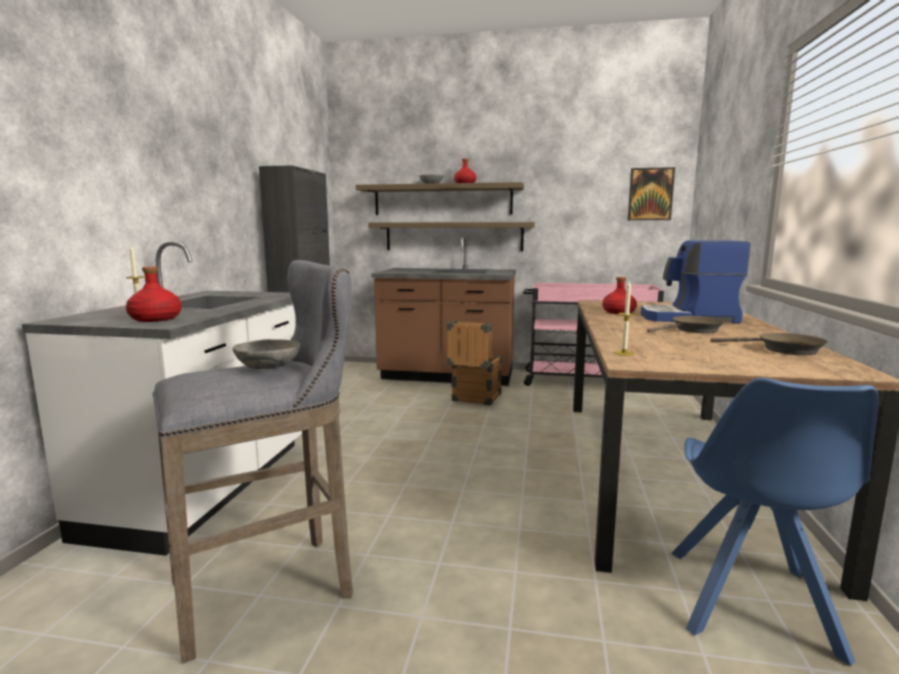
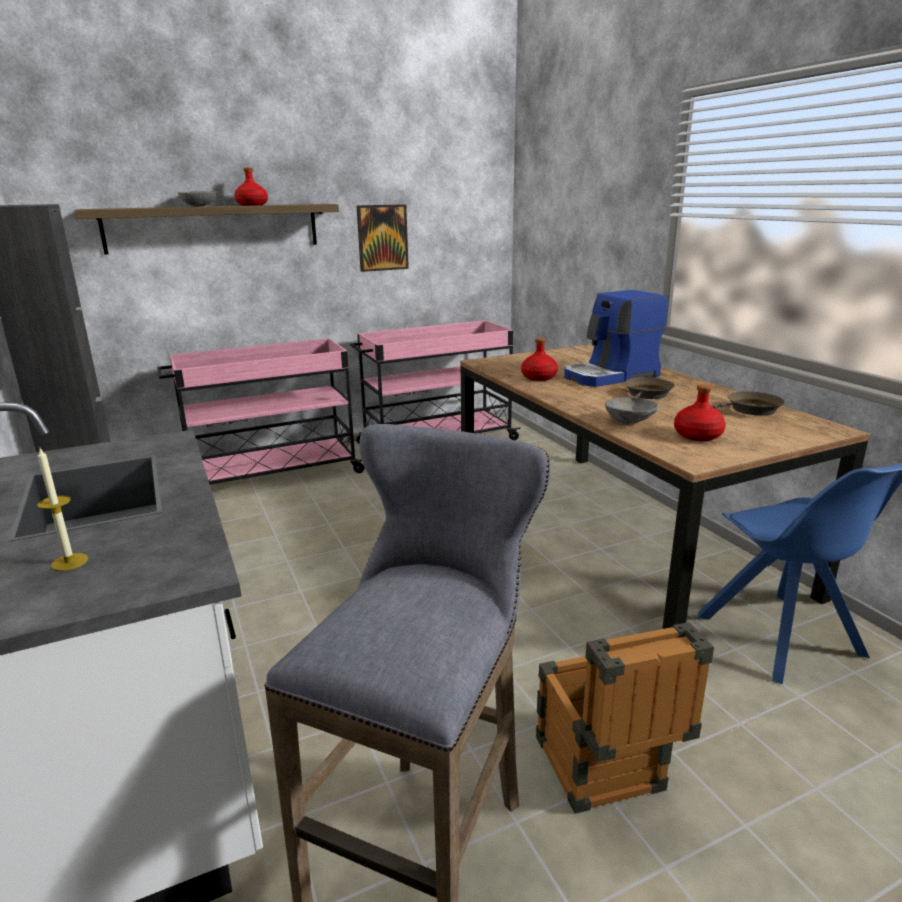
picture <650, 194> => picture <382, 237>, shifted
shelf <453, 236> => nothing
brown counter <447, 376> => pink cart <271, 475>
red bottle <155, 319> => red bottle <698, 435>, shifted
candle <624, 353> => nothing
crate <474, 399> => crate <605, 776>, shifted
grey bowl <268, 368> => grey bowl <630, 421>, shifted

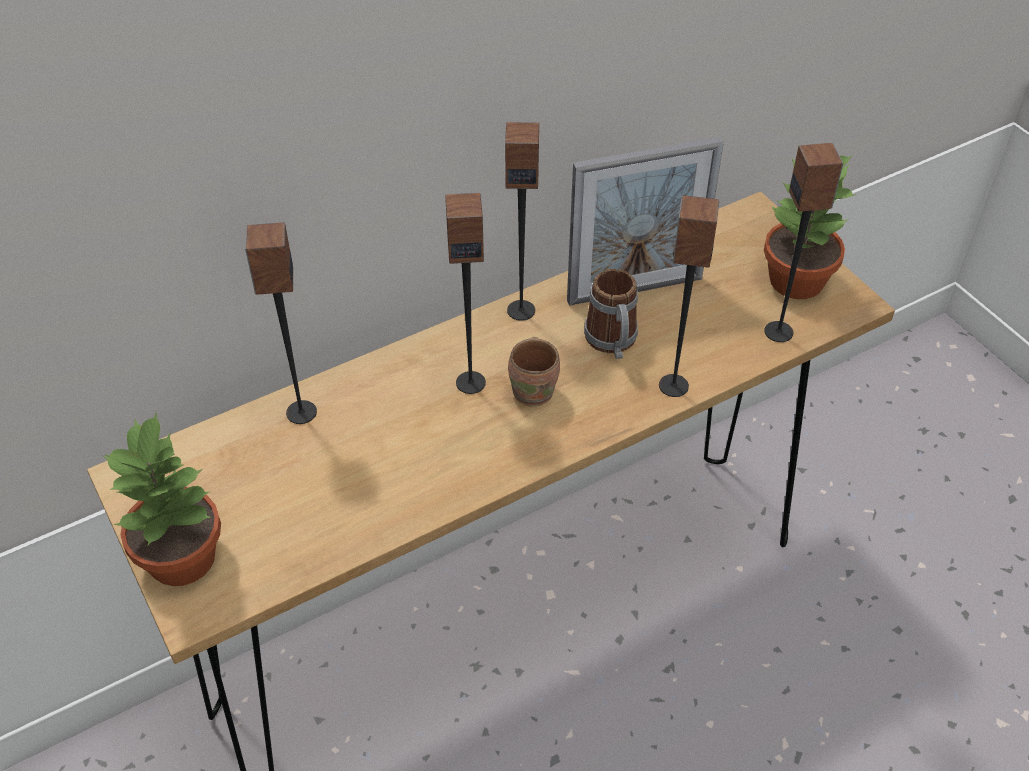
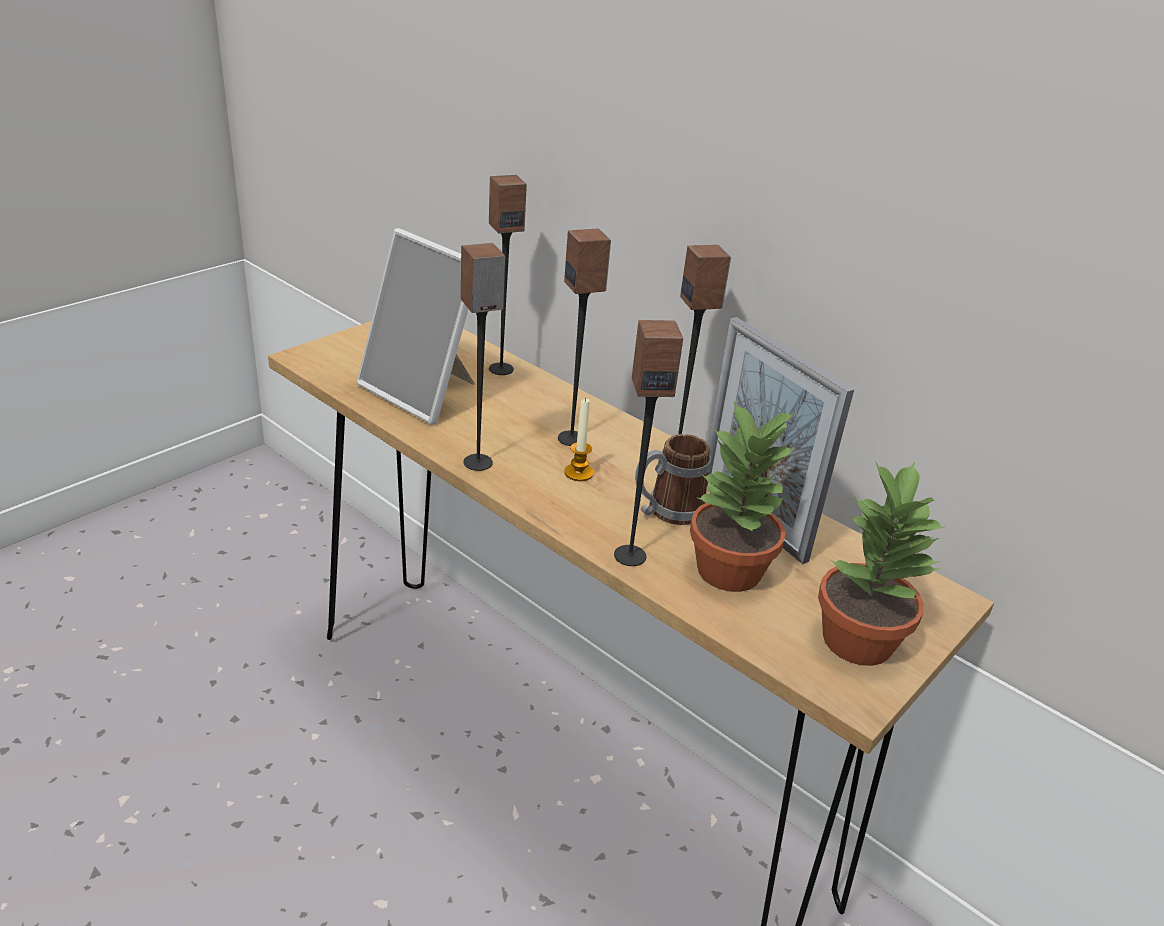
speaker <779, 332> => speaker <478, 463>, shifted
brown mug <535, 391> => candle <578, 473>
potted plant <184, 558> => potted plant <730, 572>, shifted
nothing => picture frame <423, 392>

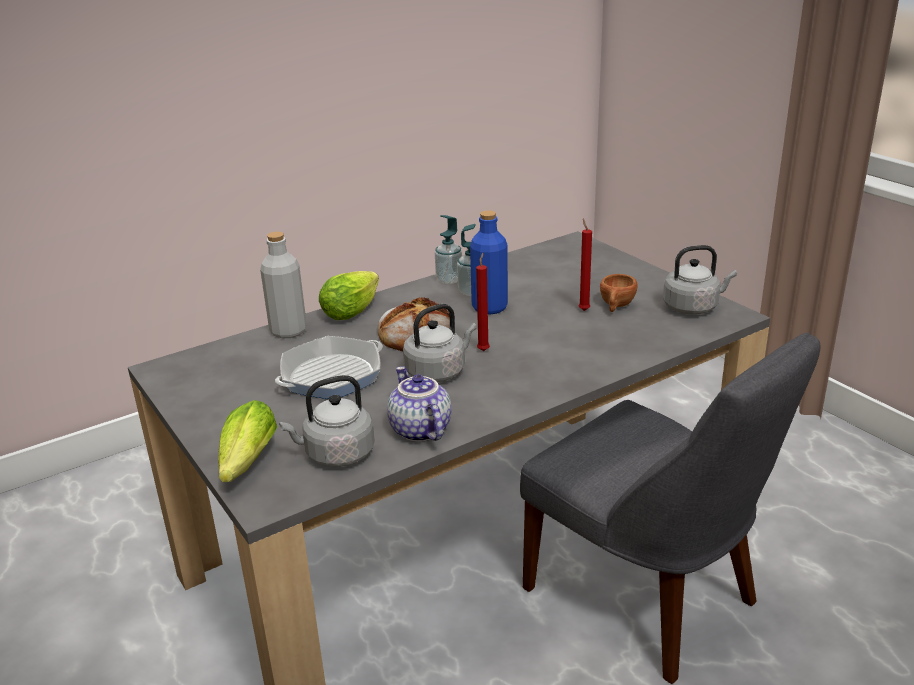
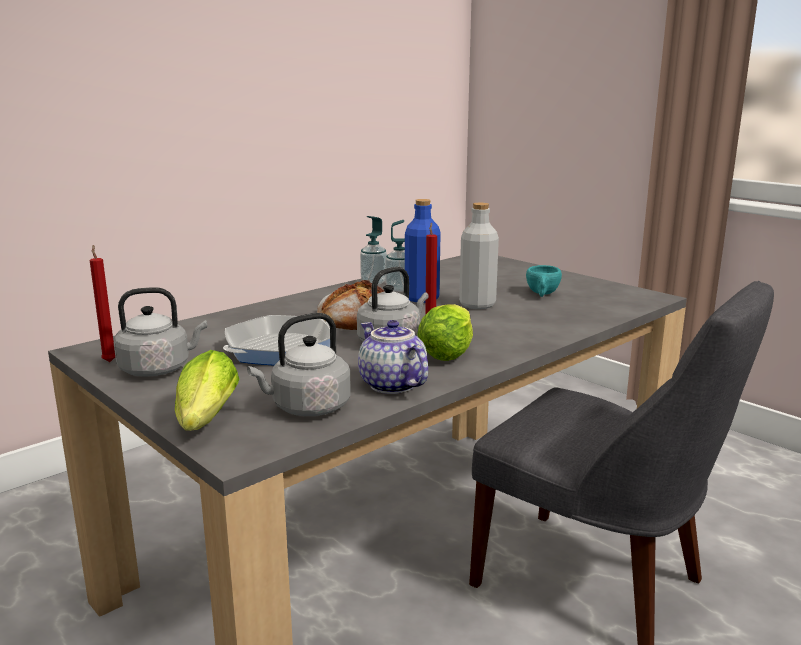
red candle <583, 309> => red candle <109, 361>, shifted
grey bottle <288, 331> => grey bottle <477, 304>, shifted
grey kettle <693, 307> => grey kettle <159, 369>, shifted
lettuce <354, 309> => lettuce <450, 350>, shifted
brown cup <616, 306> => turquoise cup <542, 294>

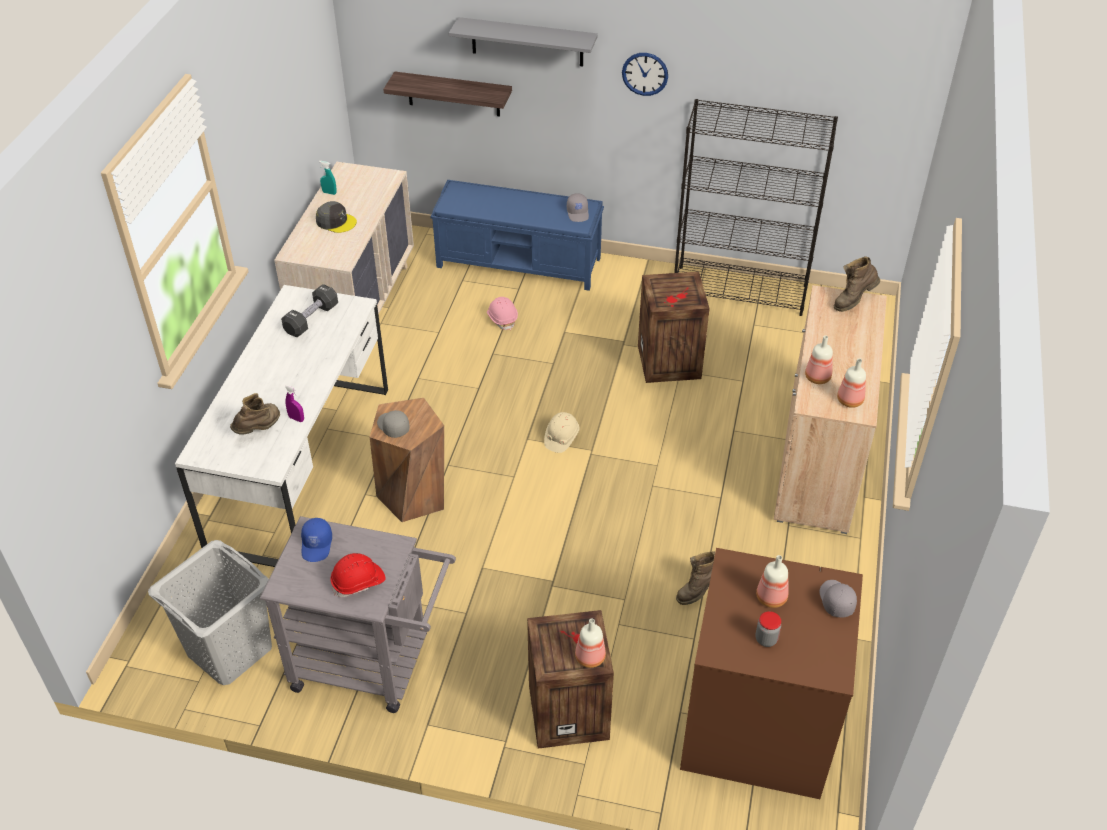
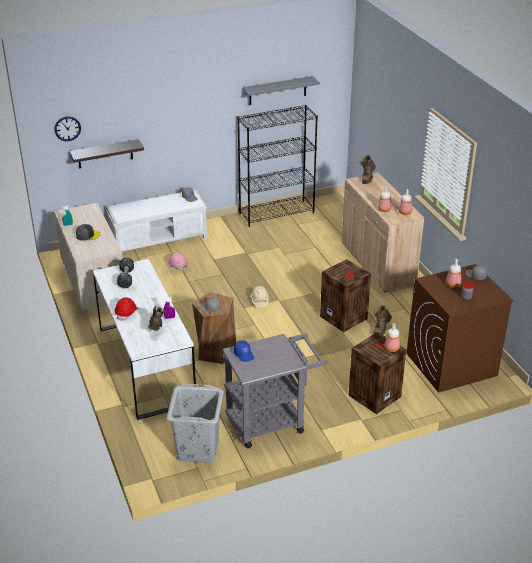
grey shelf <527, 42> => grey shelf <277, 90>, shifted
wall clock <645, 74> => wall clock <67, 128>, shifted
blue bench <520, 263> => white bench <159, 240>
crate <670, 362> => crate <344, 317>, shifted
red hard hat <358, 582> => red hard hat <127, 313>, shifted

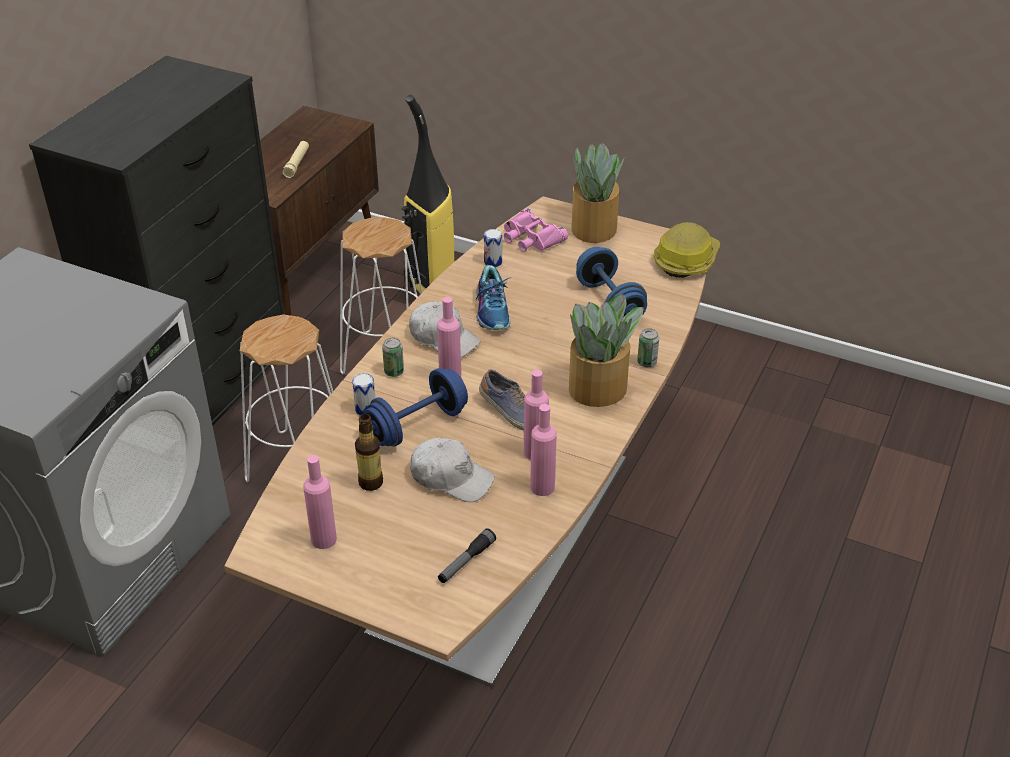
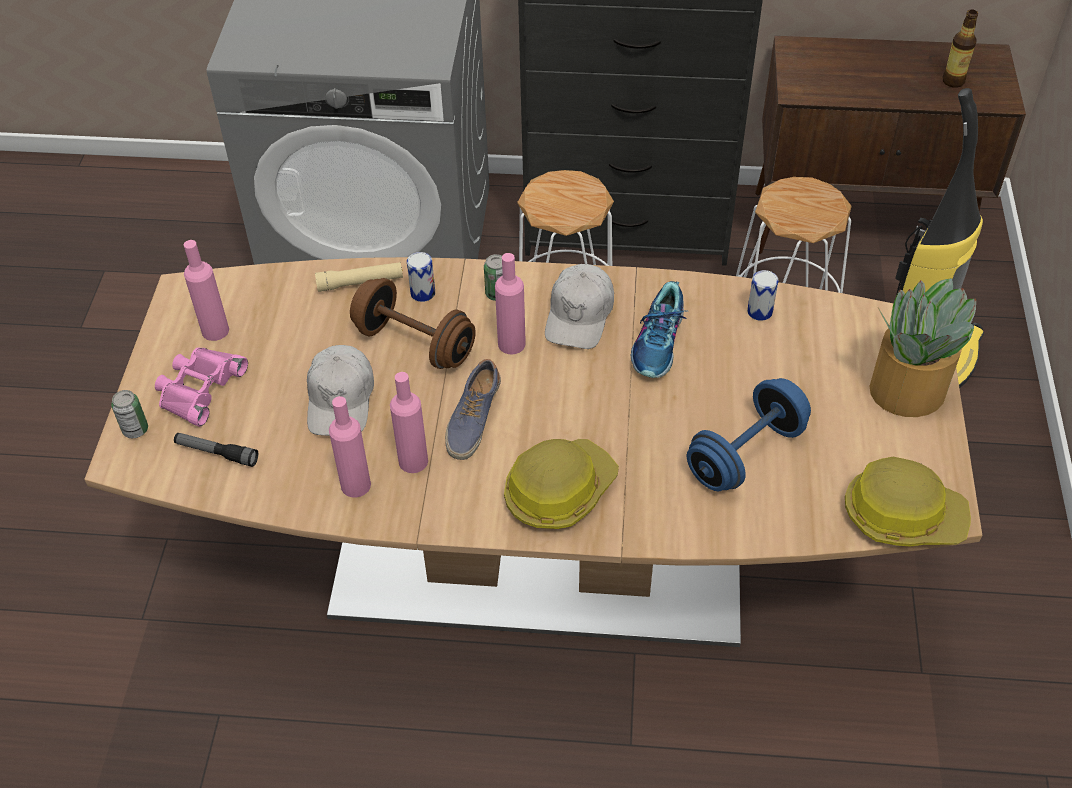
beige flashlight <297, 164> => beige flashlight <360, 282>, shifted
pink binoculars <531, 238> => pink binoculars <198, 388>, shifted
shoe <493, 310> => shoe <659, 343>, 45 degrees counterclockwise
potted plant <599, 389> => hard hat <558, 491>
can <646, 362> => can <135, 430>, shifted
blue dumbbell <417, 425> => brown dumbbell <414, 343>
bottle <371, 482> => bottle <953, 81>, shifted

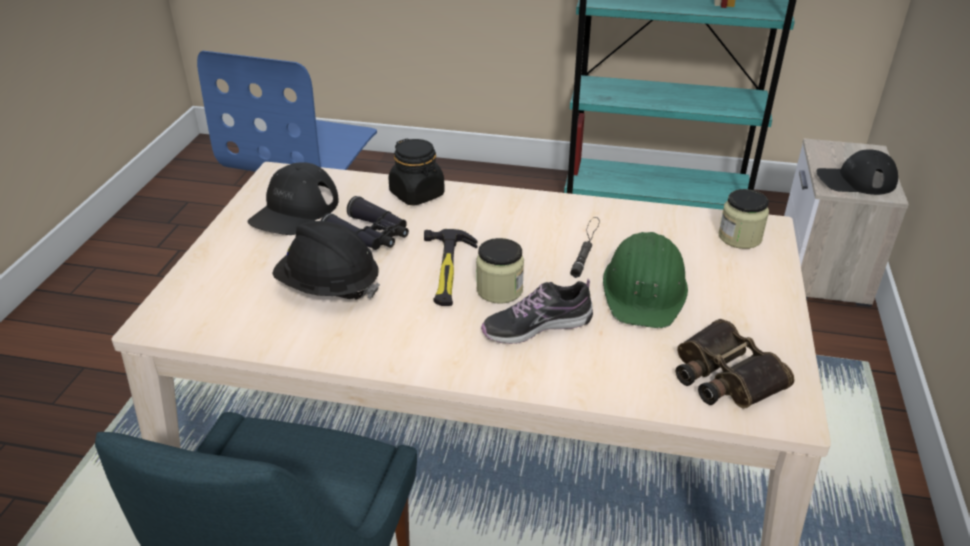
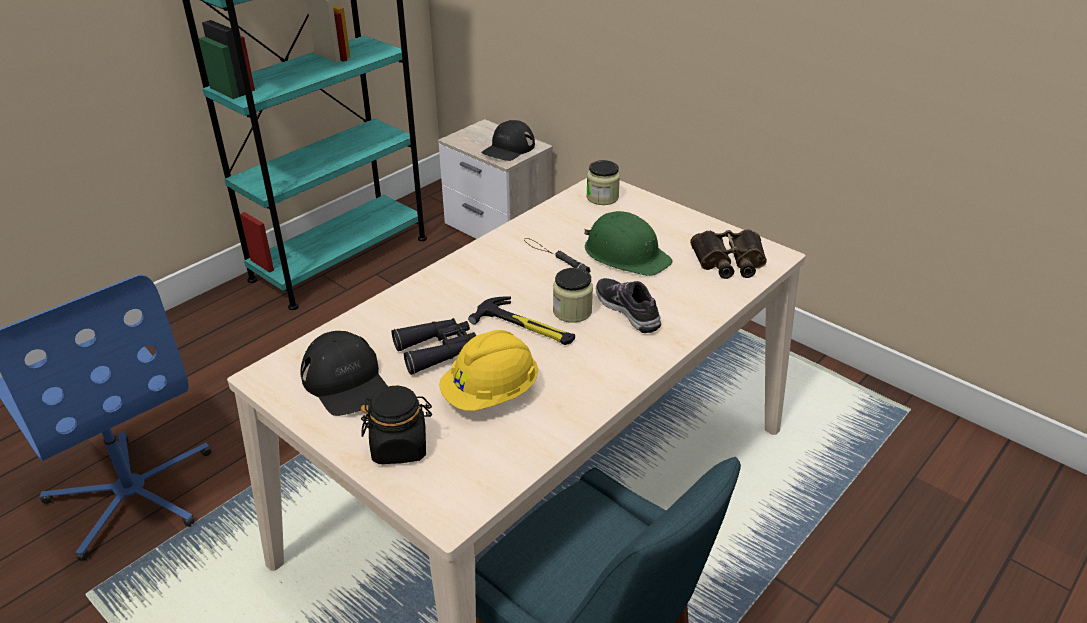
black jar <417, 194> => black jar <400, 446>, shifted
black hard hat <328, 287> => yellow hard hat <491, 394>
shoe <536, 326> => shoe <627, 311>, 135 degrees clockwise

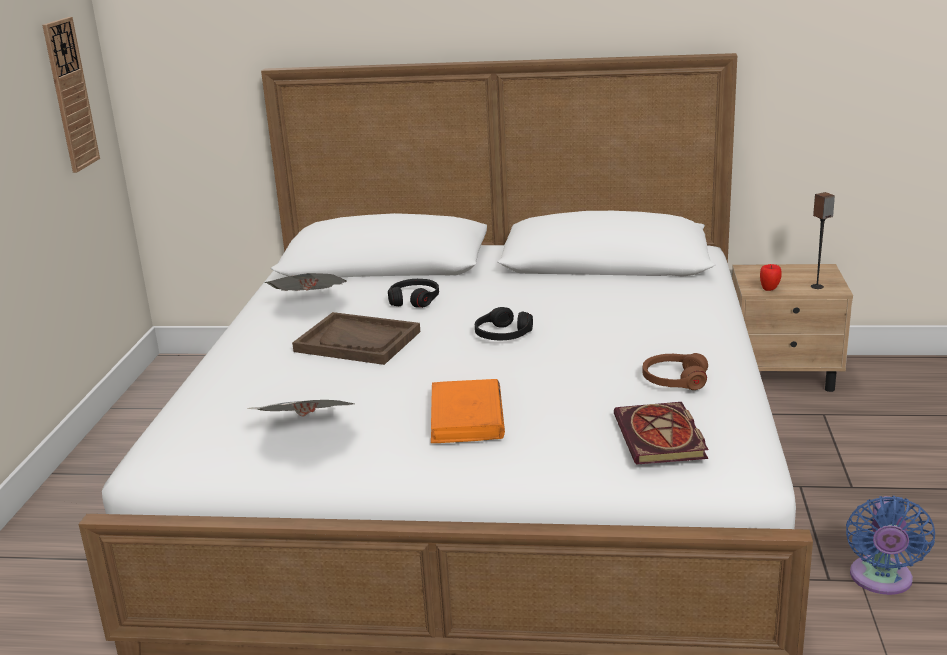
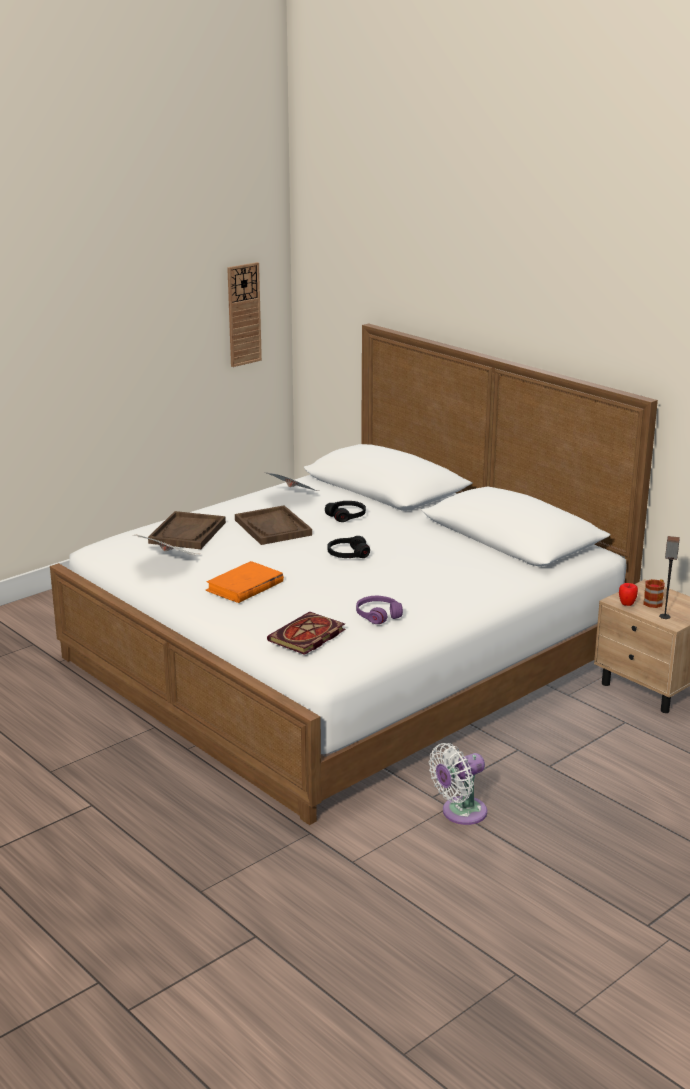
brown headphones <674, 380> => purple headphones <378, 615>
blue fan <881, 580> => white fan <460, 813>
nothing => brown tray <187, 533>
nothing => mug <654, 602>

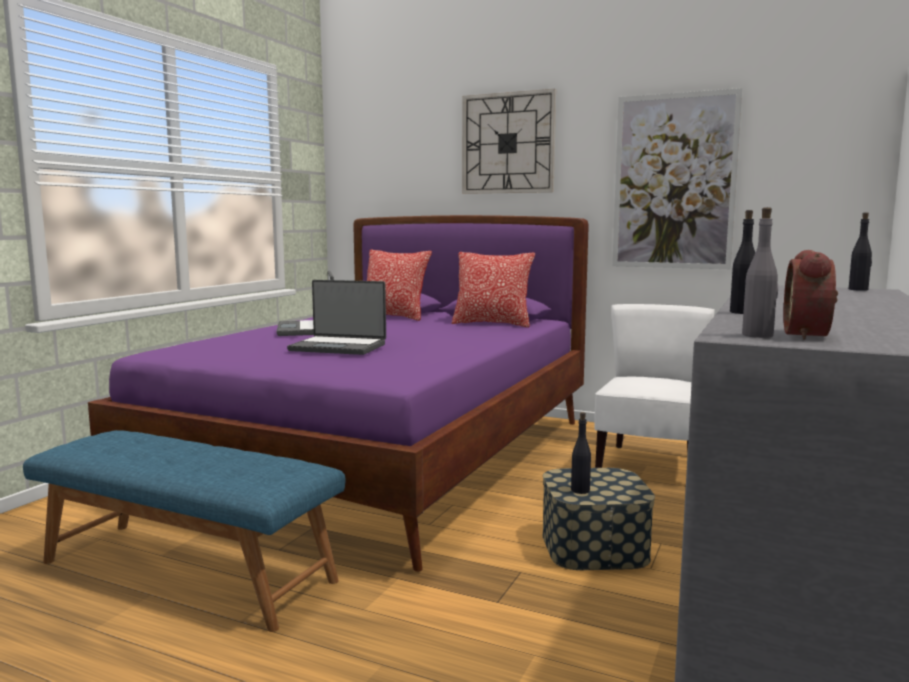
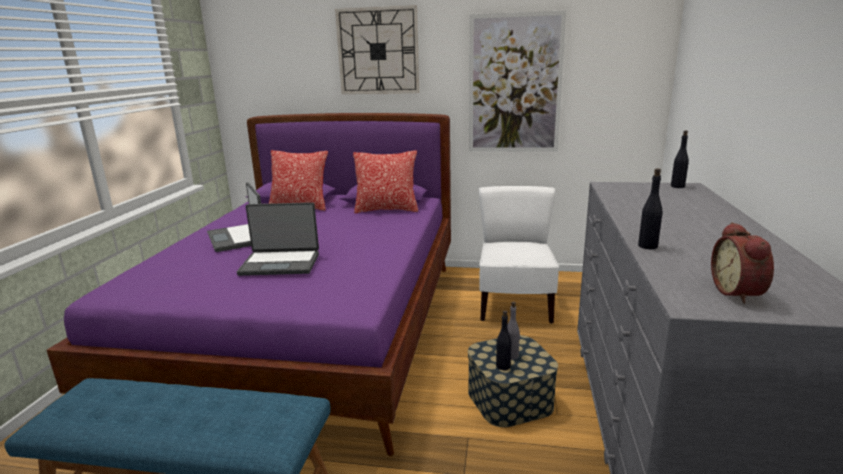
grey bottle <758, 335> => grey bottle <511, 355>, shifted

